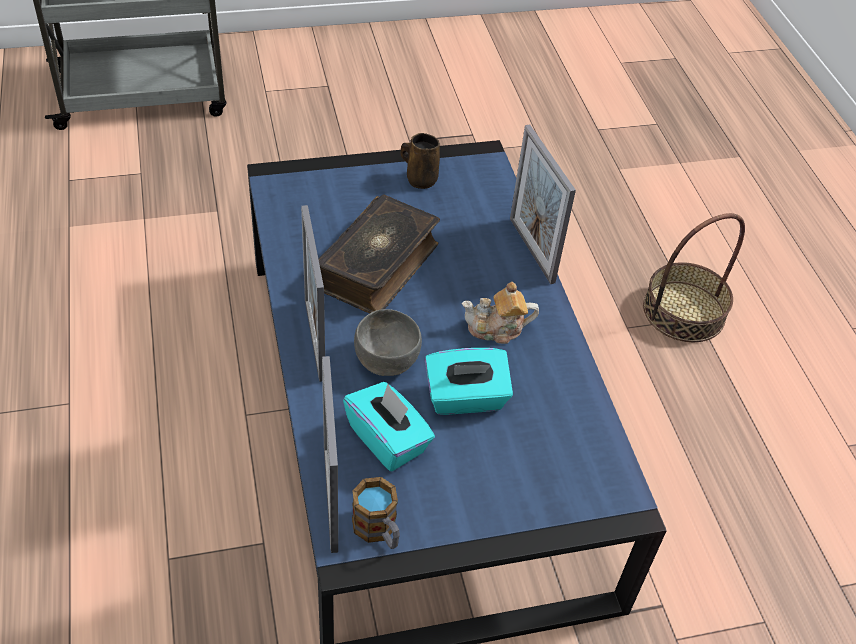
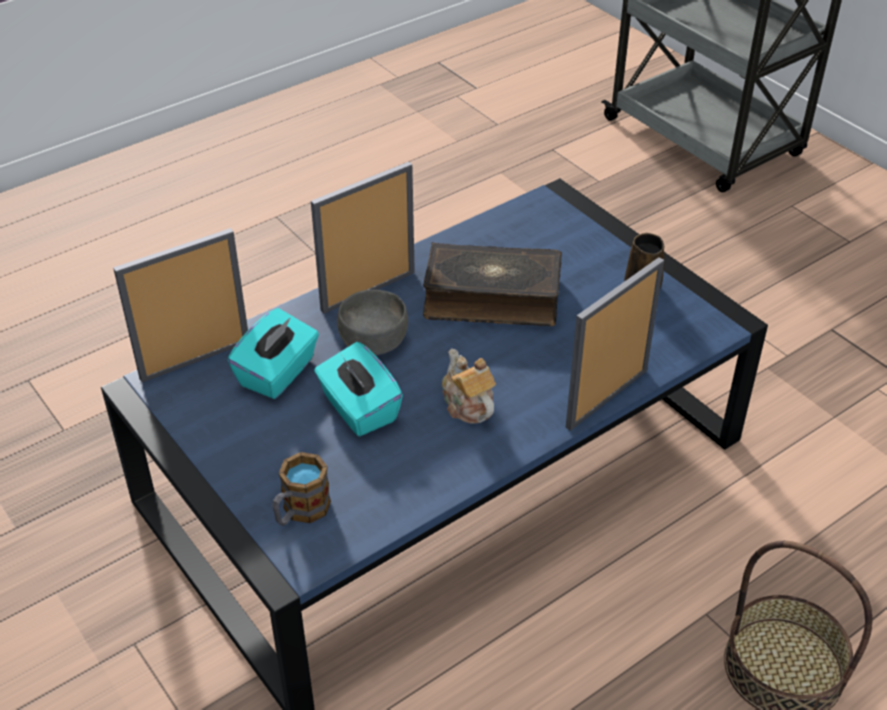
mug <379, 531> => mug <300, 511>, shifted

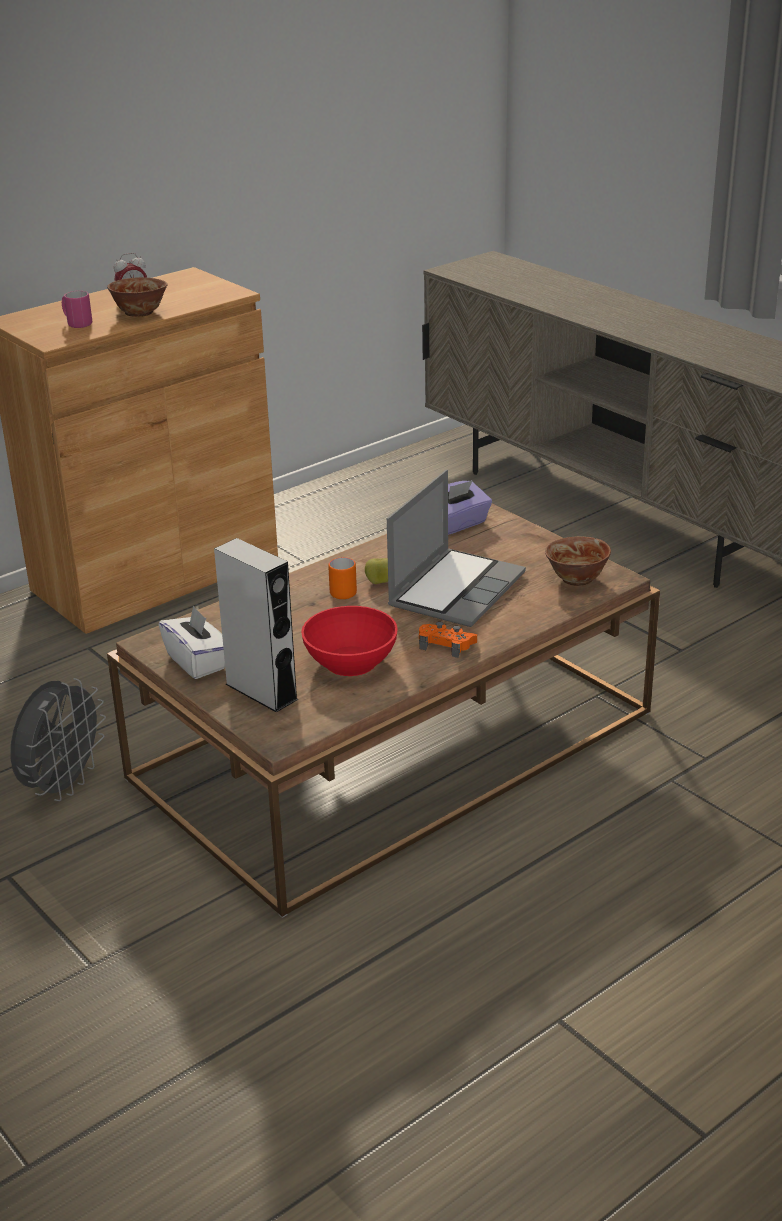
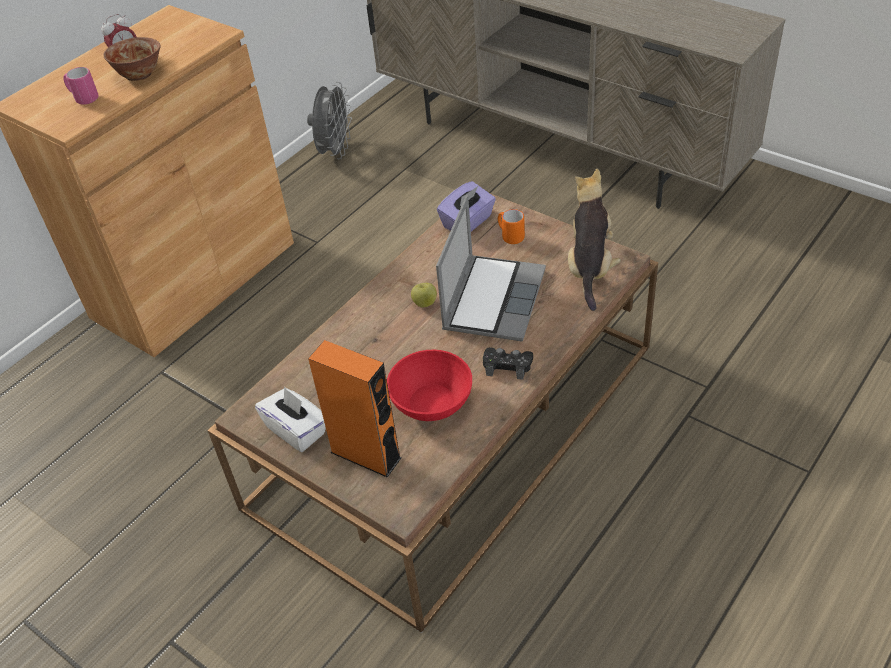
bowl <576, 579> => plush toy <590, 267>
grey speaker <261, 691> => orange speaker <366, 455>
orange mug <340, 591> => orange mug <510, 236>, shifted
orange game controller <446, 645> => black game controller <507, 366>
grey fan <63, 786> => grey fan <335, 151>, shifted

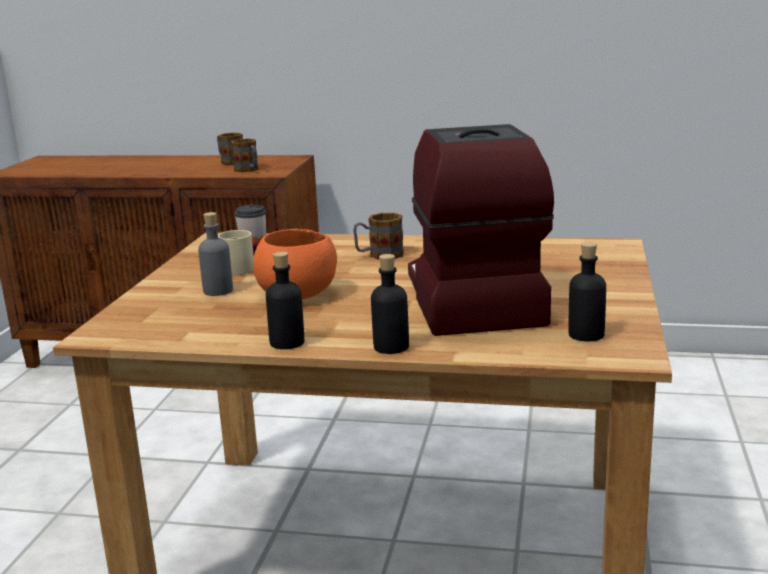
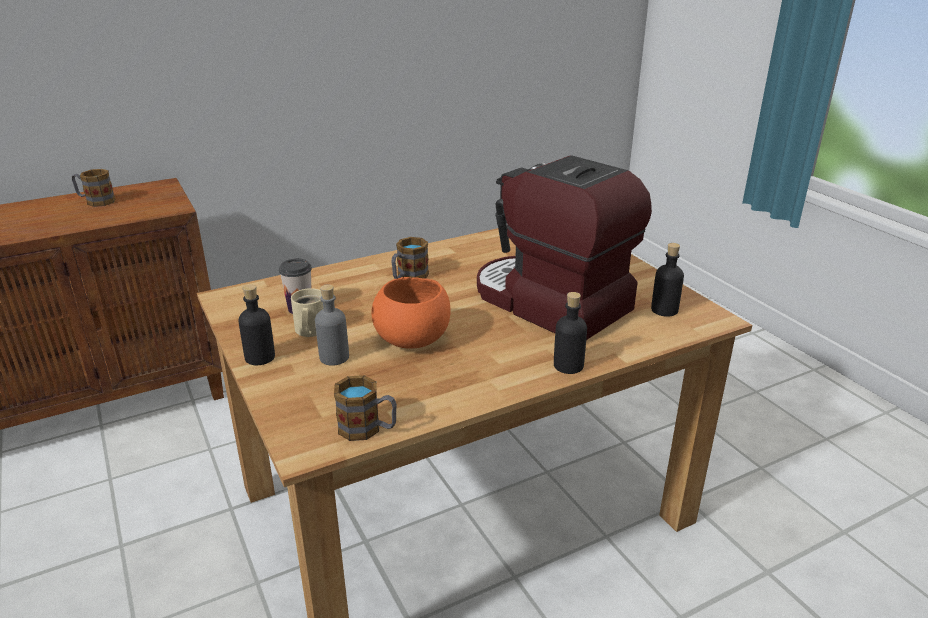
mug <248, 170> => mug <368, 429>, shifted
black bottle <287, 342> => black bottle <260, 357>, shifted

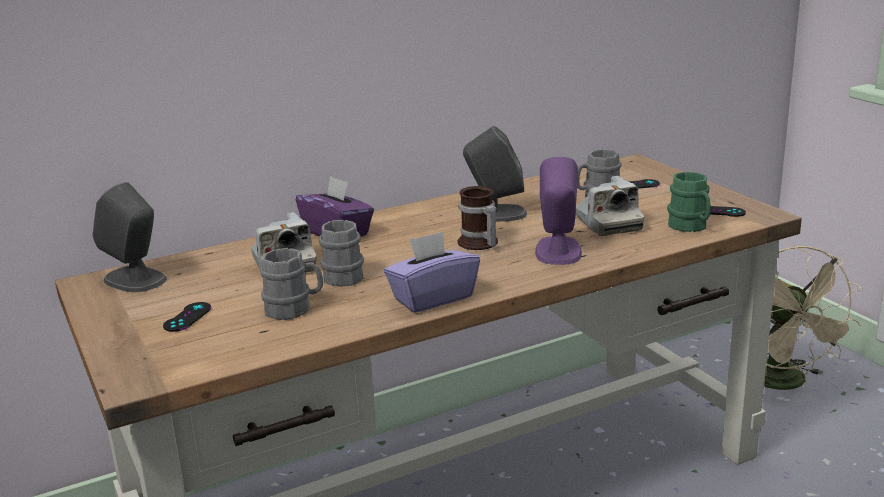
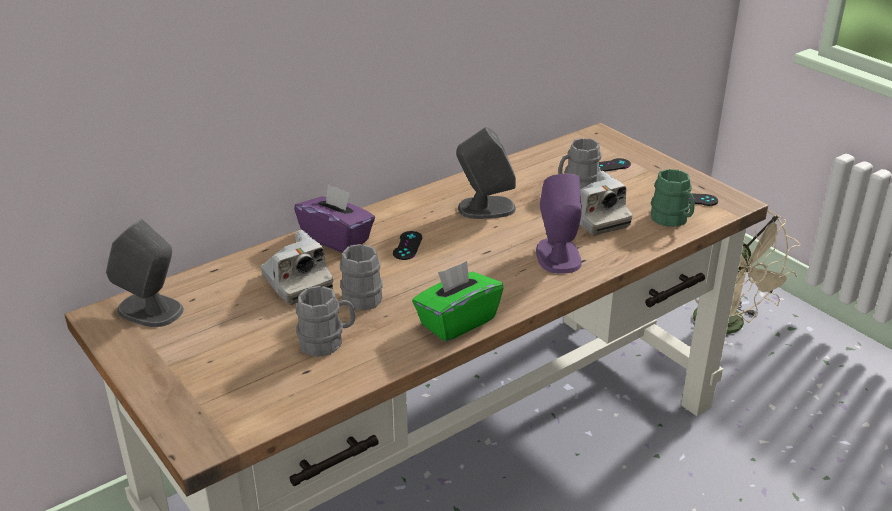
mug <478, 244> => nothing
purple tissue box <432, 298> => green tissue box <457, 321>
black game controller <187, 317> => black game controller <407, 246>, shifted

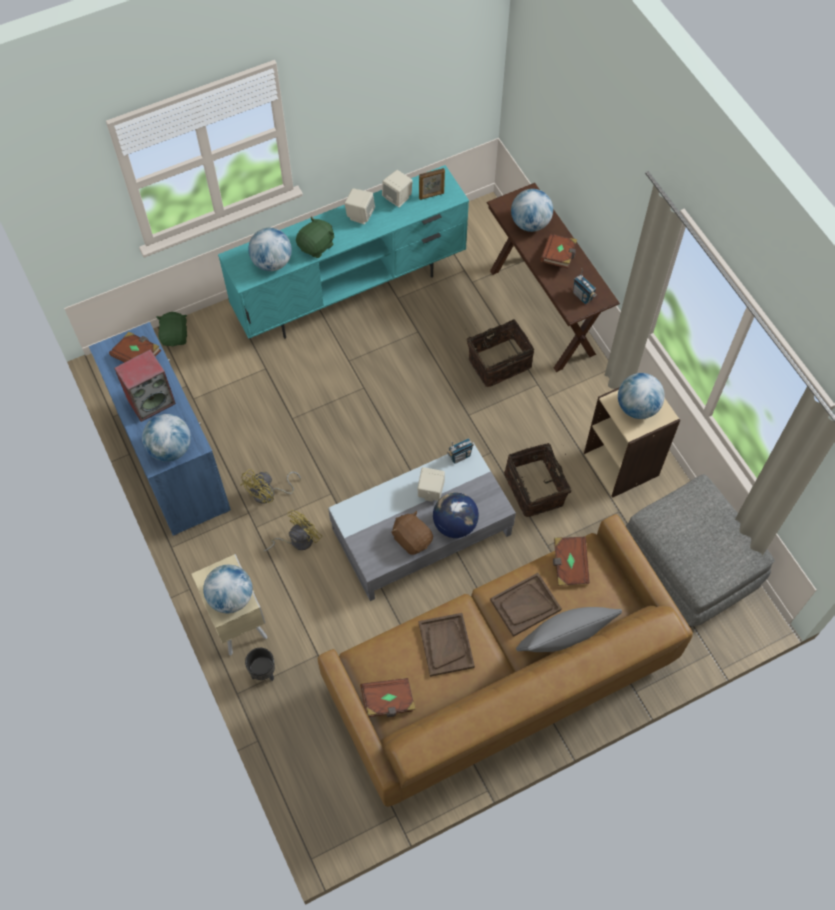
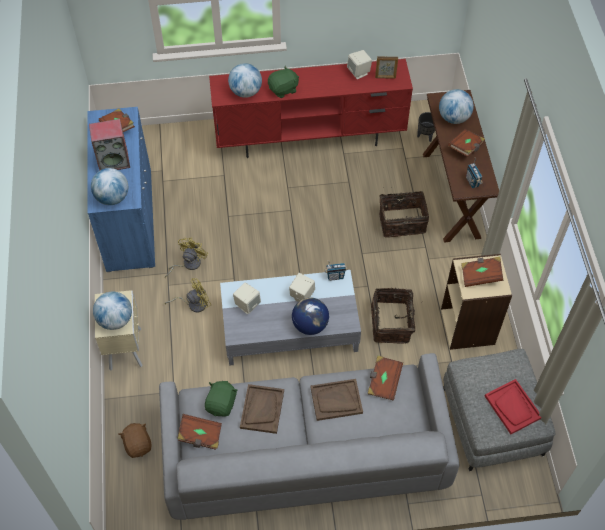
turquoise tv stand <351, 291> => red tv stand <311, 138>
beige speaker <360, 215> => beige speaker <247, 304>, shifted
green plush toy <175, 336> => green plush toy <221, 404>, shifted
globe <637, 407> => brown book <480, 275>
yellow fan <269, 494> => yellow fan <188, 264>, 150 degrees clockwise
brown plush toy <412, 539> => brown plush toy <138, 444>, shifted
brown sofa <501, 677> => grey sofa <305, 455>
grey pillow <564, 637> => nothing
black planter <263, 672> => black planter <425, 136>, shifted
nothing => red tray <513, 407>

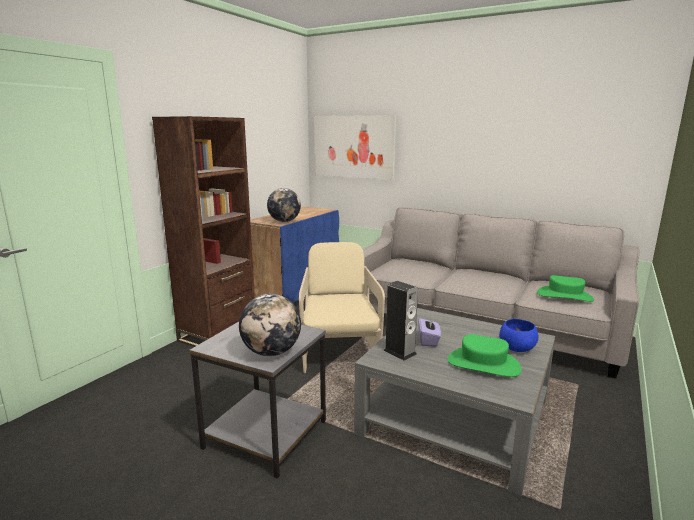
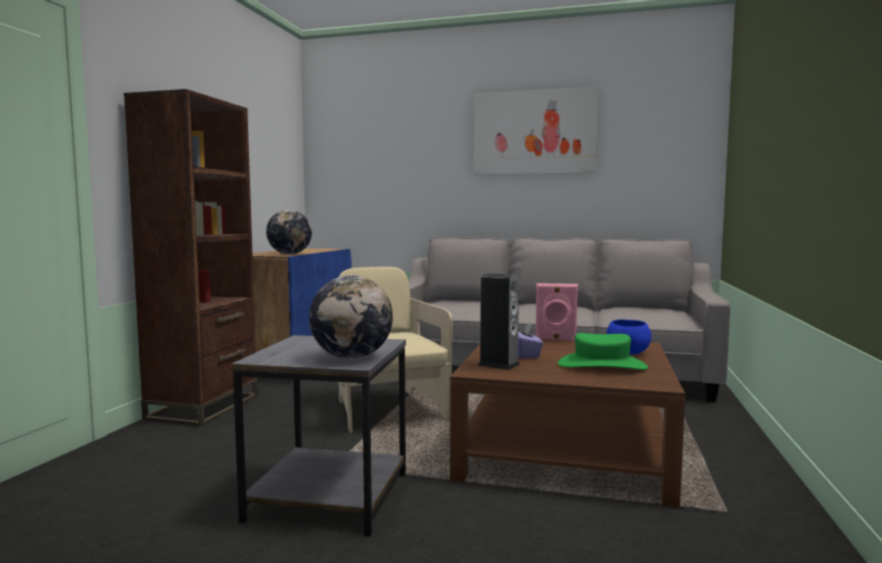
picture <354, 147> => picture <534, 132>, shifted
green hat <564, 296> => nothing
grey coffee table <455, 416> => brown coffee table <564, 450>
nothing => pink speaker <555, 339>

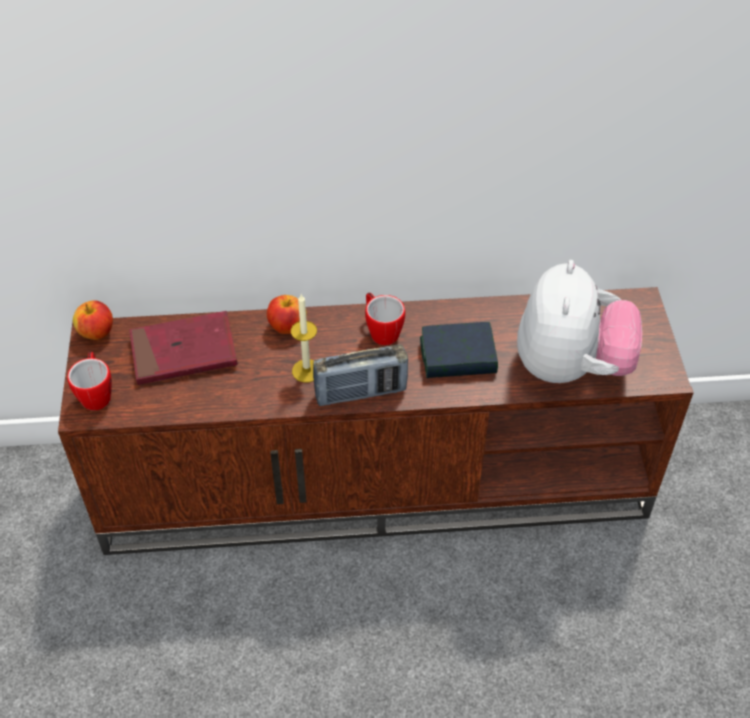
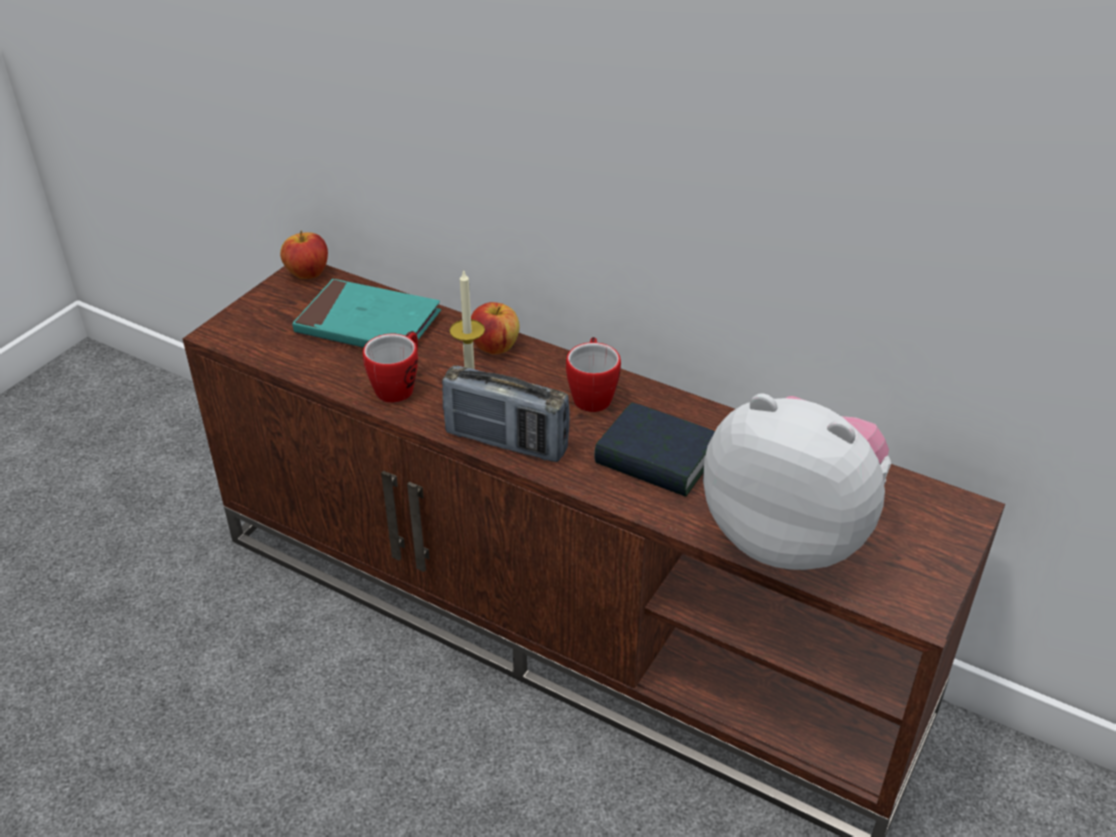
plush toy <570, 367> => plush toy <790, 535>, 105 degrees counterclockwise
red book <184, 352> => turquoise book <368, 324>
mug <96, 393> => mug <399, 386>, shifted

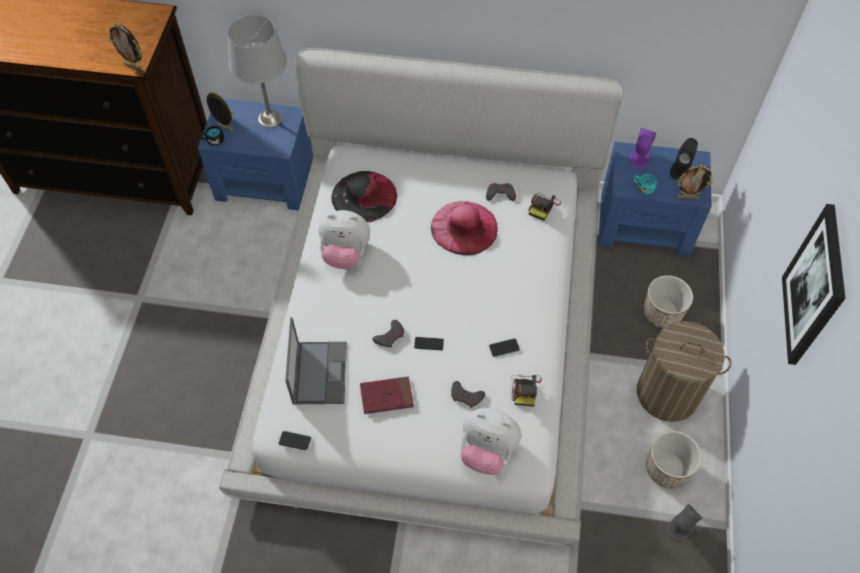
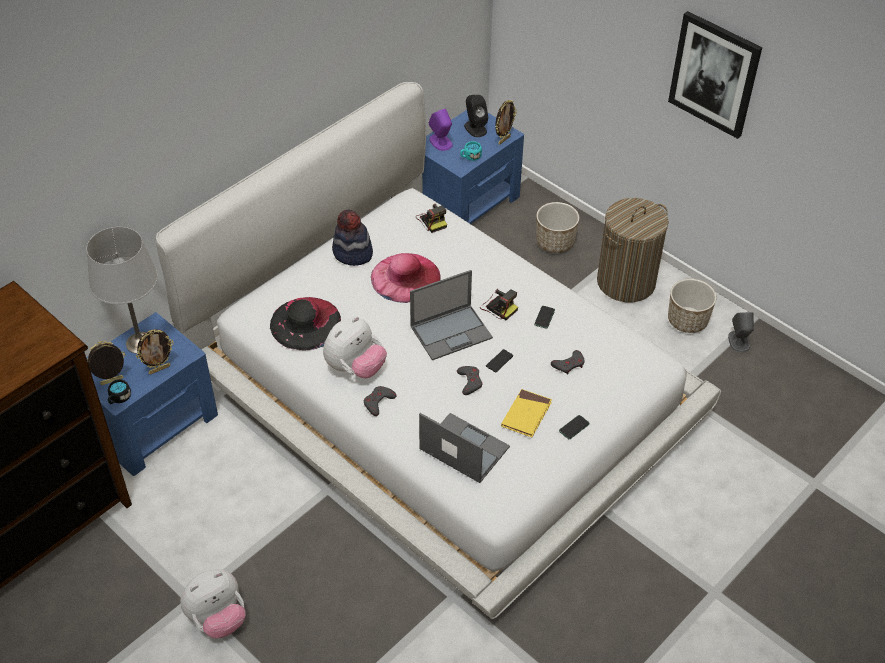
picture frame <134, 67> => picture frame <159, 369>, shifted
grey game controller <500, 194> => grey game controller <378, 402>, shifted
photo camera <525, 389> => photo camera <498, 307>, shifted
red book <386, 396> => yellow book <526, 415>
plush toy <487, 451> => plush toy <218, 618>, shifted
phone <295, 441> => phone <574, 427>, shifted
nothing => hat <352, 253>
nothing => laptop <452, 332>

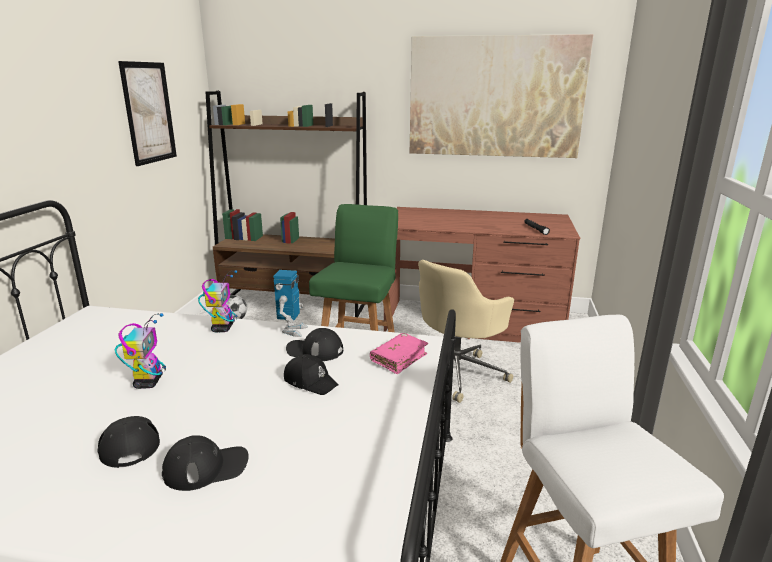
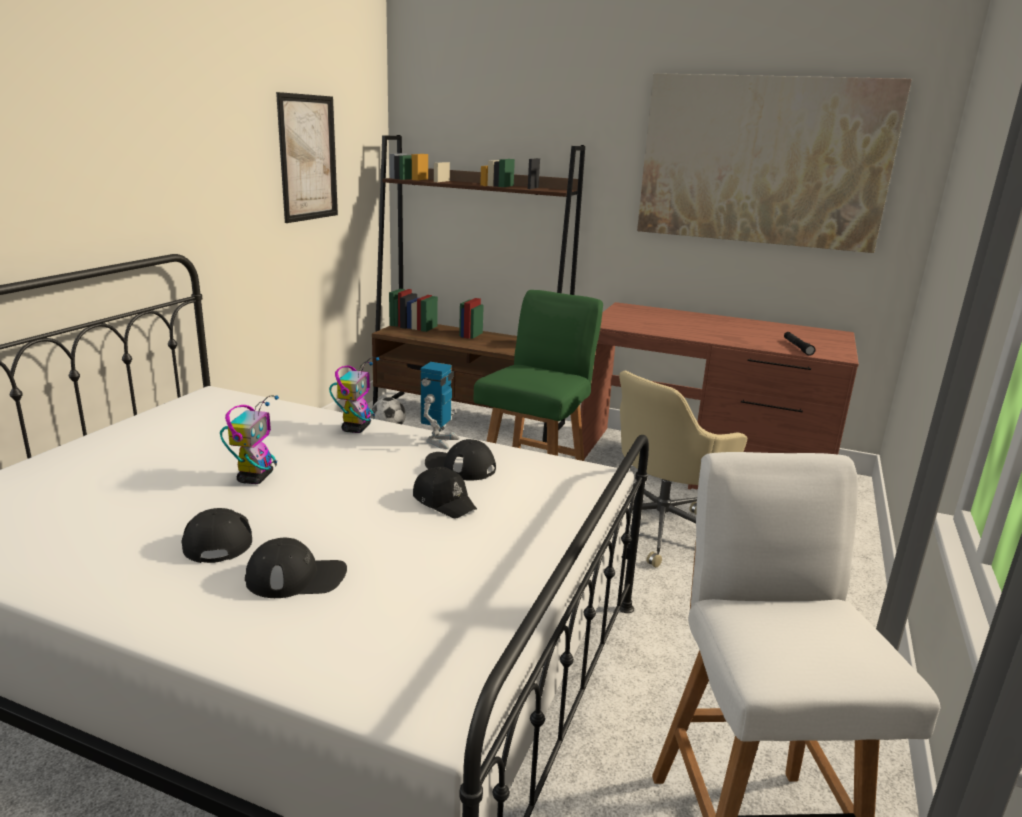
pink book <399, 359> => nothing

